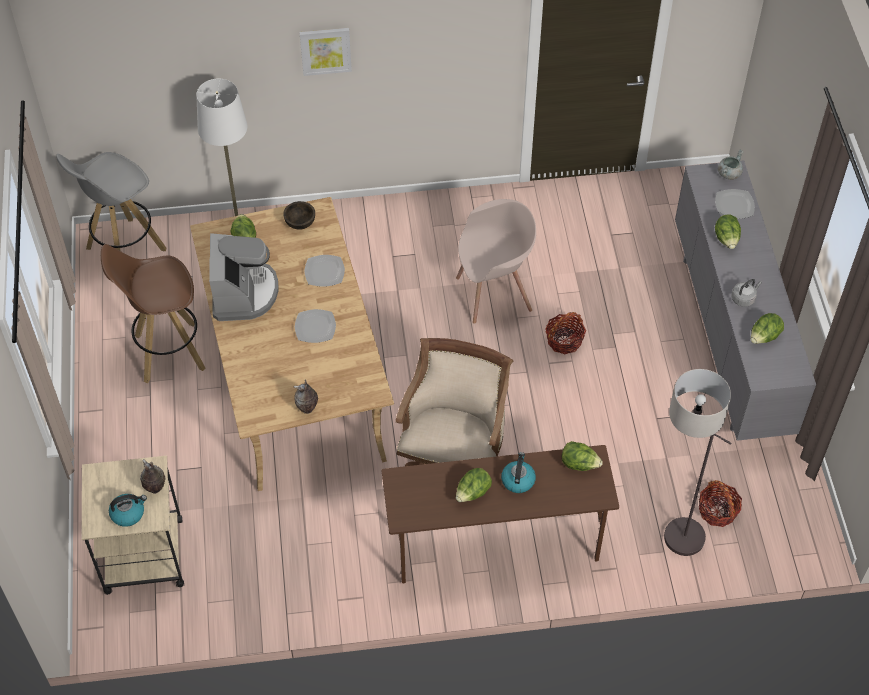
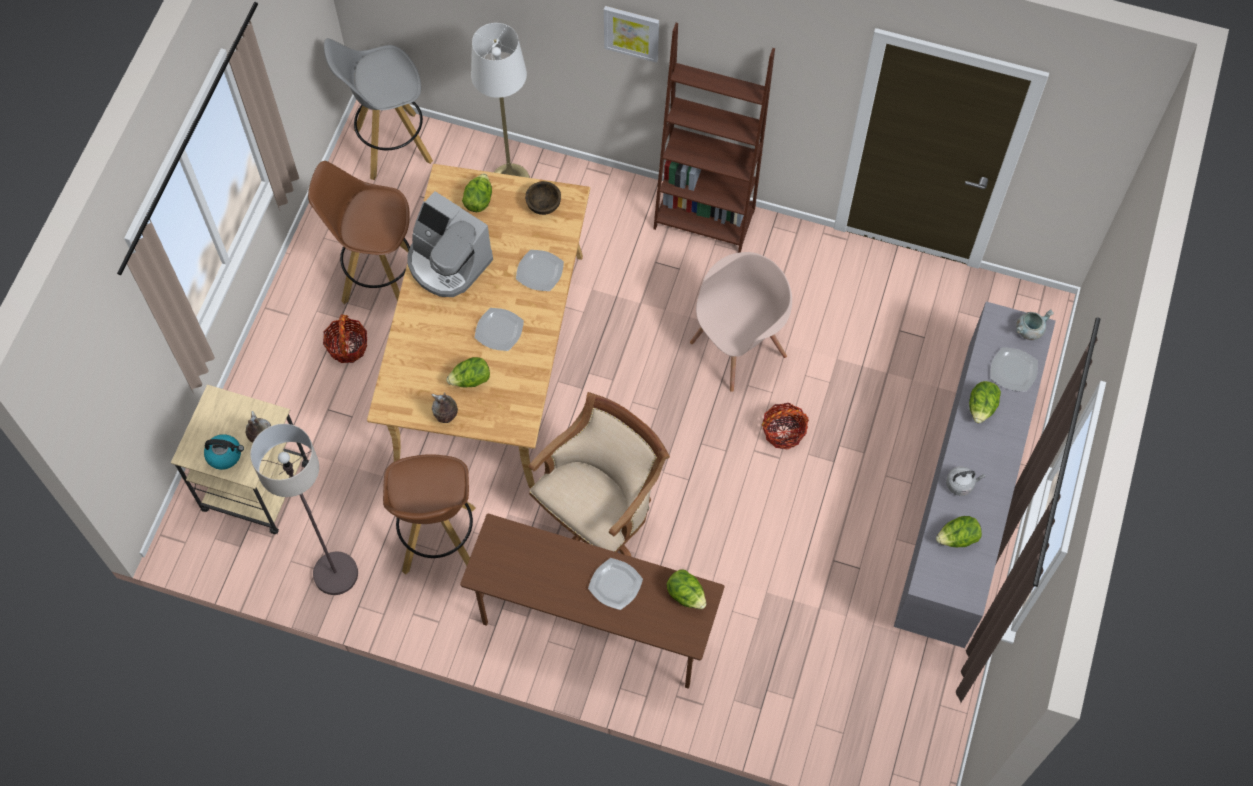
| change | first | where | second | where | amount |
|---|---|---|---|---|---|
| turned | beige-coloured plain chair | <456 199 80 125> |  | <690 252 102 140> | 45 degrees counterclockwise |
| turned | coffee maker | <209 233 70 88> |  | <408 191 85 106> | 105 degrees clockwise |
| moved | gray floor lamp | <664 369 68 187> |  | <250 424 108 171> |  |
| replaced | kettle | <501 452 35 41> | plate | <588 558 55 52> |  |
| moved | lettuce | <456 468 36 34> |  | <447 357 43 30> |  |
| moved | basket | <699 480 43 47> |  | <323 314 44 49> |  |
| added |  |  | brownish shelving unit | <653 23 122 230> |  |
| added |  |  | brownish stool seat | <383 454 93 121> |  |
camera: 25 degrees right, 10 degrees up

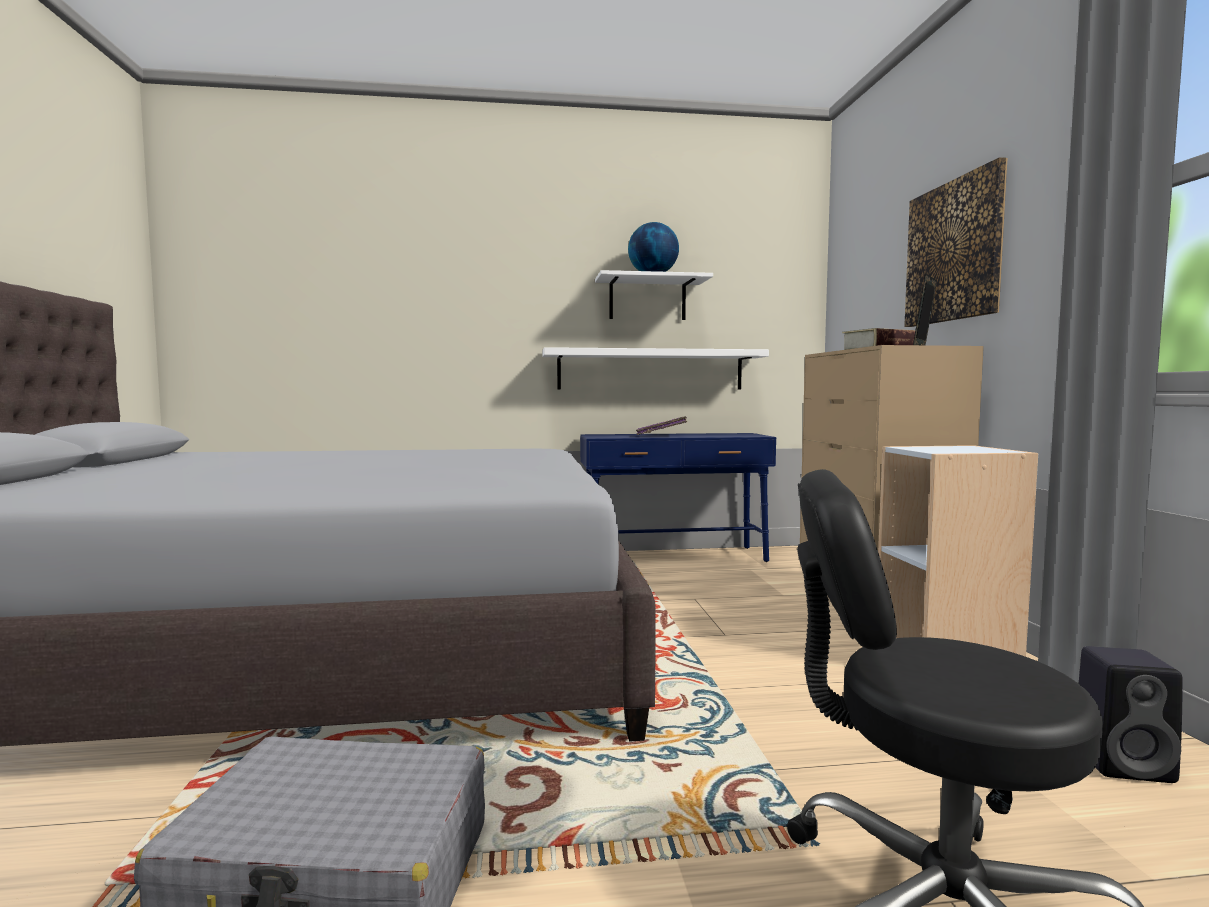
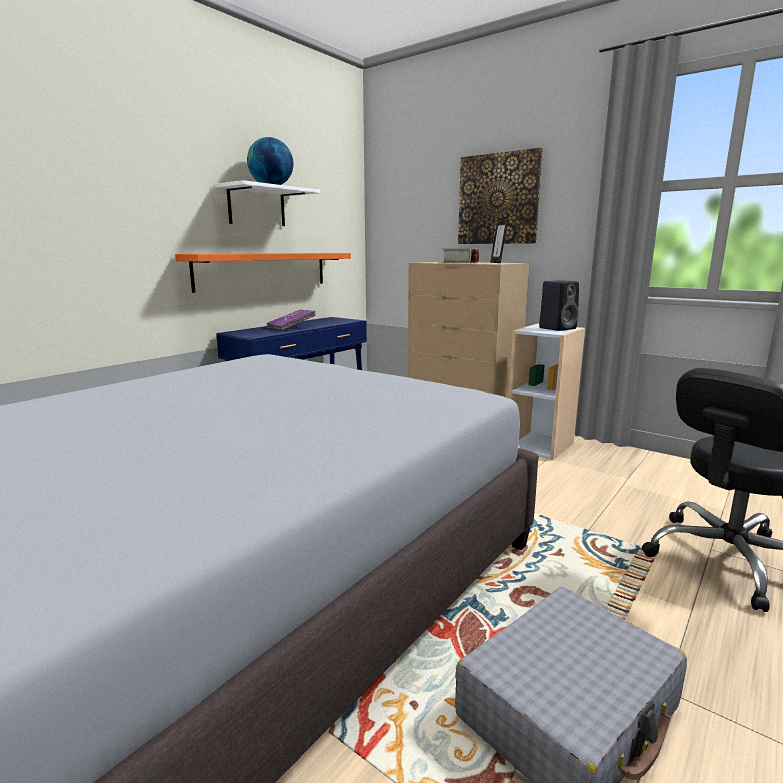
| change | first | where | second | where | amount |
|---|---|---|---|---|---|
| recoloured | whitish bracket shelf | <542 347 227 43> | orangey bracket shelf | <175 253 176 40> |  |
| moved | black audio speaker | <1079 646 104 137> |  | <539 280 40 51> |  |
camera: 45 degrees left, 10 degrees up

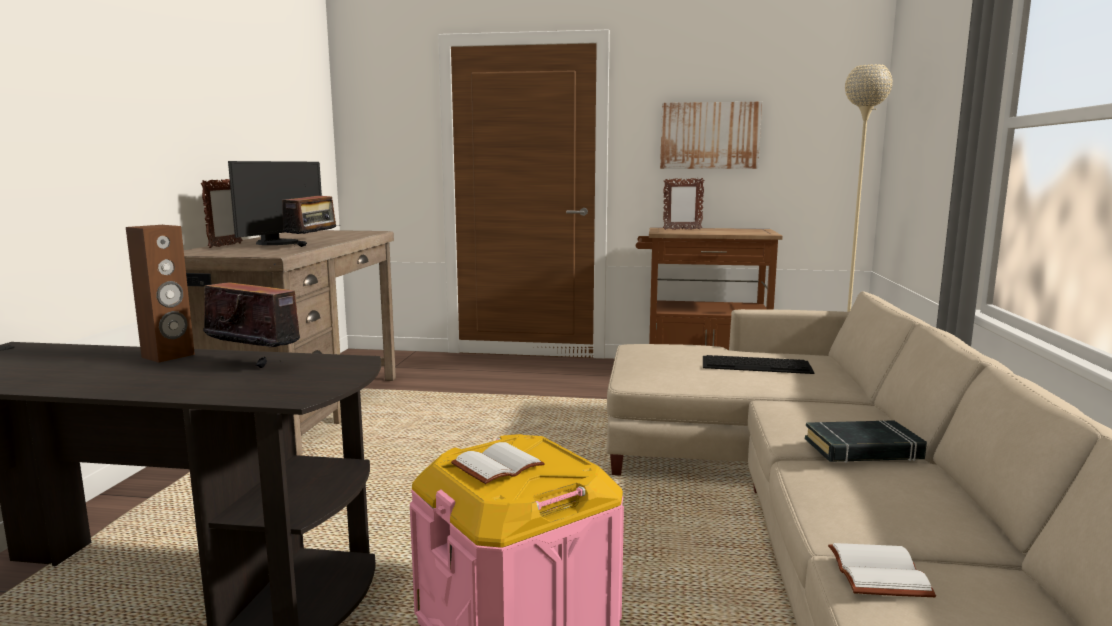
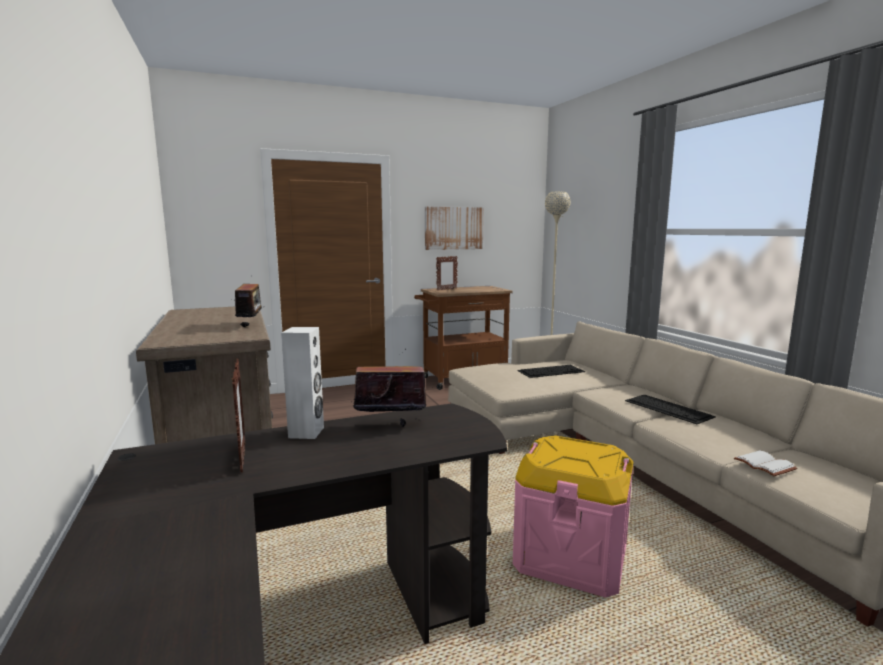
| change | first | where | second | where | amount |
|---|---|---|---|---|---|
| removed | computer screen | <228 161 94 84> |  |  |  |
| moved | standing frame | <201 179 41 69> |  | <232 359 14 113> |  |
| recoloured | brownish audio speaker | <126 225 69 138> | whitish audio speaker | <281 327 43 112> |  |
| replaced | black volume | <805 420 122 43> | keyboard | <625 395 91 29> |  |
| removed | whitish volume | <451 442 94 42> |  |  |  |
camera: 30 degrees left, 0 degrees up

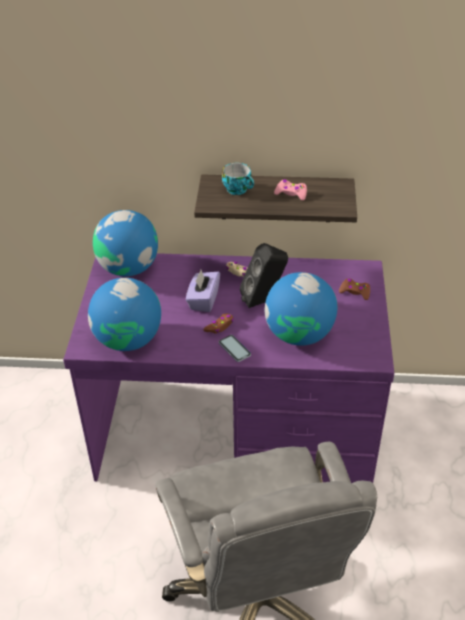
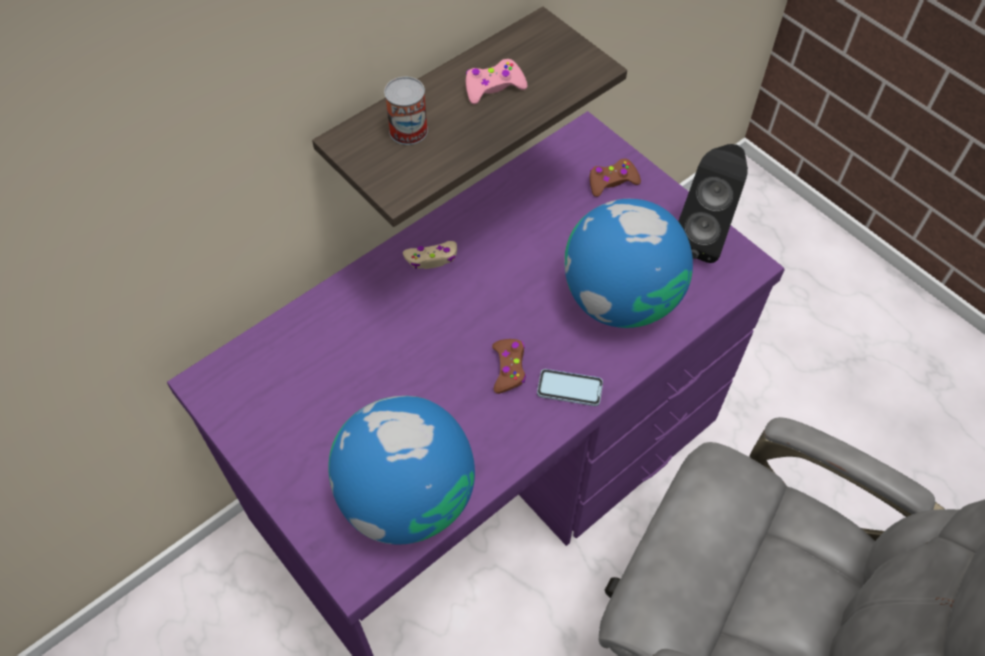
| change | first | where | second | where | amount |
|---|---|---|---|---|---|
| replaced | small cup | <222 163 32 32> | sealed can | <384 77 44 68> |  |
| removed | globe | <93 210 65 66> |  |  |  |
| moved | black audio speaker | <240 243 48 65> |  | <678 144 70 119> |  |
| removed | purple tissue holder | <186 270 34 42> |  |  |  |
camera: 45 degrees left, 15 degrees up

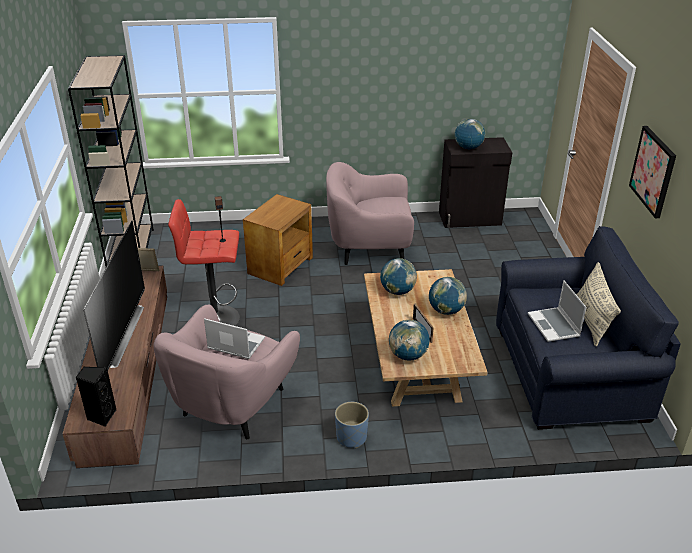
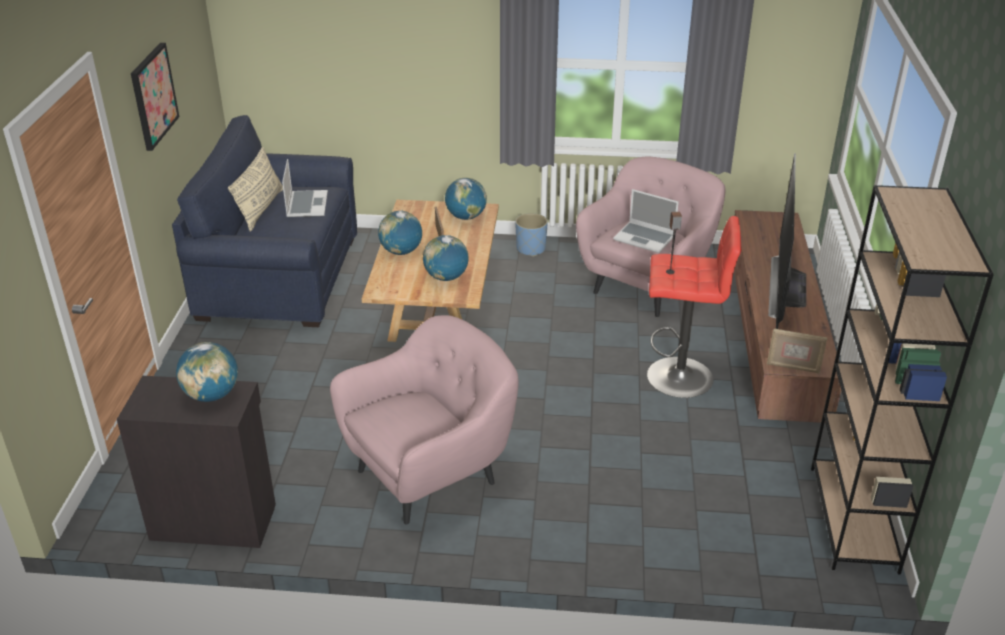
| change | first | where | second | where | amount |
|---|---|---|---|---|---|
| turned | pinkish easy chair | <326 162 88 103> |  | <330 315 189 210> | 45 degrees counterclockwise |
| removed | brownish side table | <243 194 70 92> |  |  |  |
| removed | black audio speaker | <76 367 41 60> |  |  |  |
camera: 170 degrees left, 0 degrees up

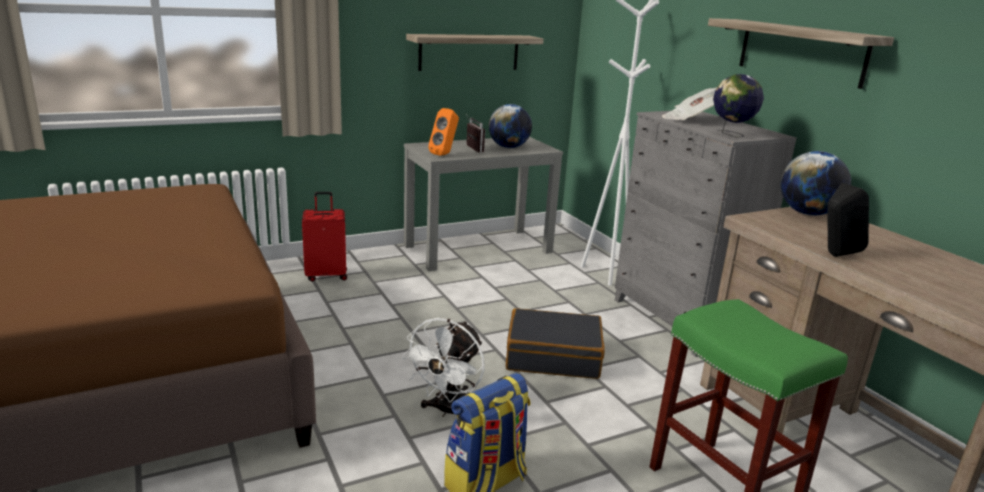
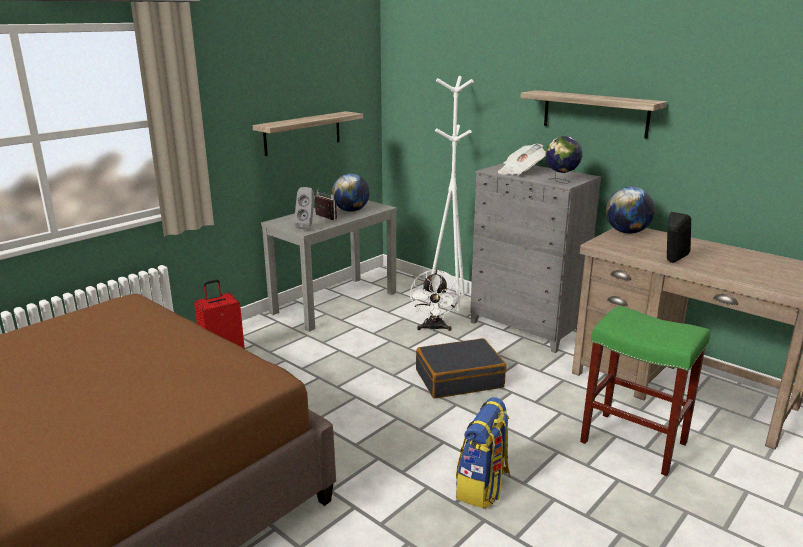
| change | first | where | second | where | amount |
|---|---|---|---|---|---|
| recoloured | orangey audio speaker | <428 108 31 48> | gray audio speaker | <294 187 21 42> |  |
| moved | whitish cooling fan | <401 318 84 99> |  | <410 270 50 62> |  |
camera: 20 degrees left, 0 degrees up

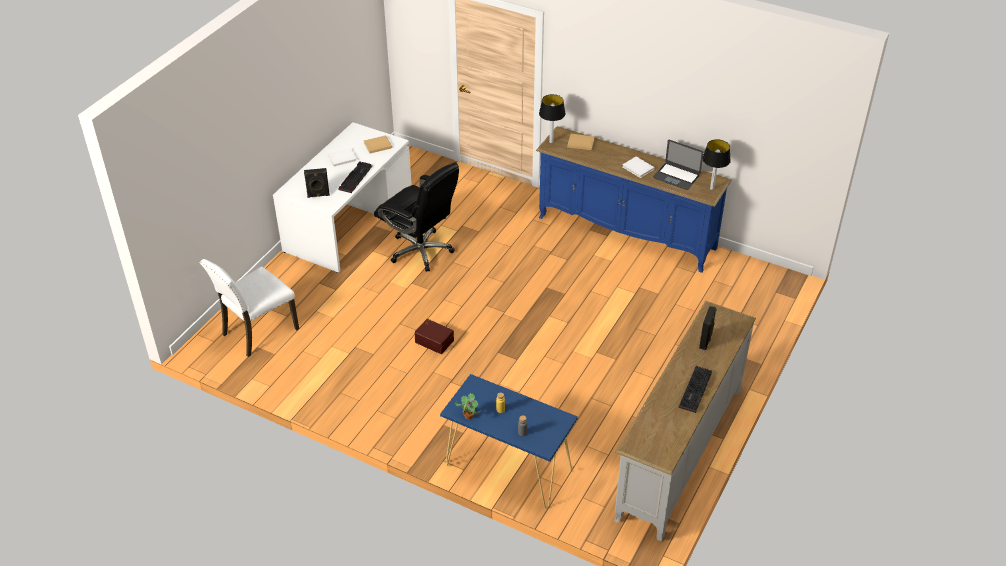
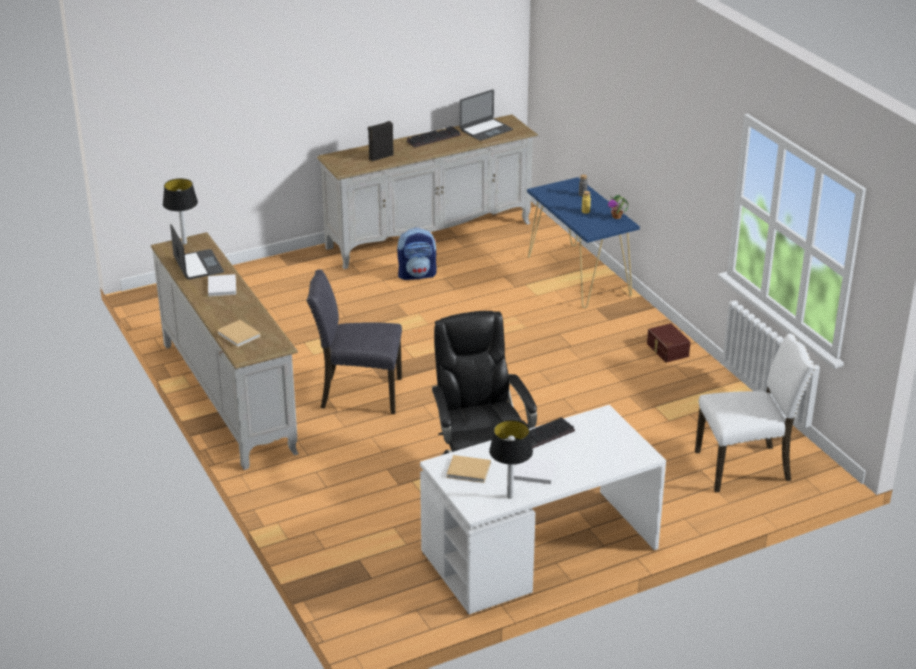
| change | first | where | second | where | amount |
|---|---|---|---|---|---|
| moved | lamp for a table | <539 94 27 49> |  | <489 420 44 79> |  |
| recoloured | blue cabinet | <536 127 196 146> | gray cabinet | <151 232 148 238> |  |
| removed | black audio speaker | <304 168 26 30> |  |  |  |
| moved | brownish storage box | <414 319 40 35> |  | <647 323 44 40> |  |
| added |  |  | notebook computer | <460 89 53 52> |  |
| added |  |  | knapsack | <397 228 40 52> |  |
| added |  |  | gray plain chair | <306 269 96 145> |  |
camera: 145 degrees left, 10 degrees down

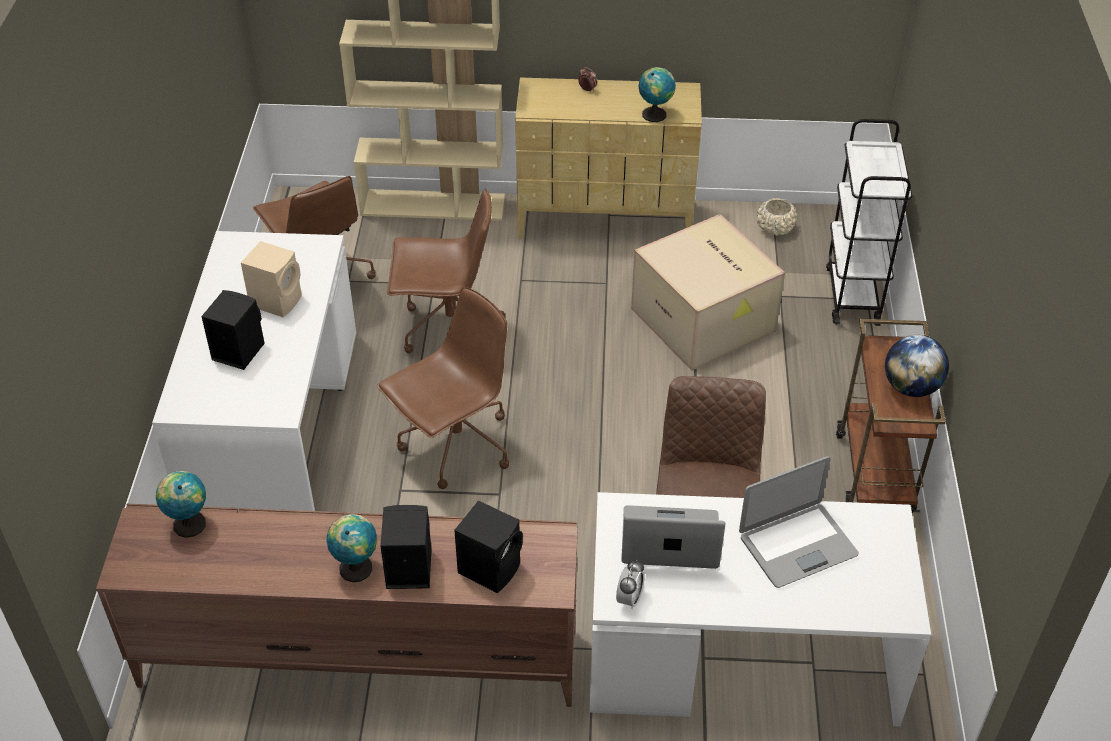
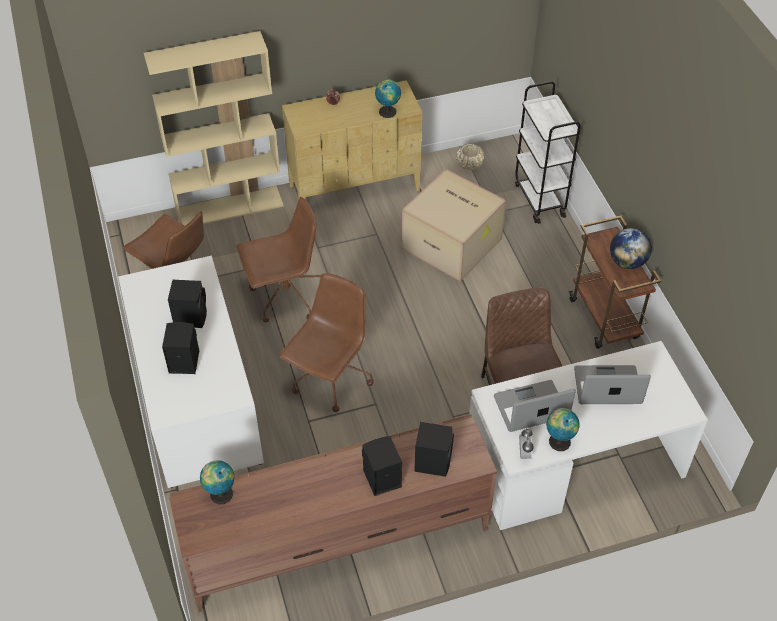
| change | first | where | second | where | amount |
|---|---|---|---|---|---|
| recoloured | beige-coloured audio speaker | <241 241 61 76> | black audio speaker | <168 280 39 48> |  |
| turned | notebook computer | <739 456 120 132> |  | <574 365 77 39> | 135 degrees counterclockwise |
| moved | globe | <327 514 50 68> |  | <546 408 34 43> |  |
camera: 20 degrees left, 5 degrees up

